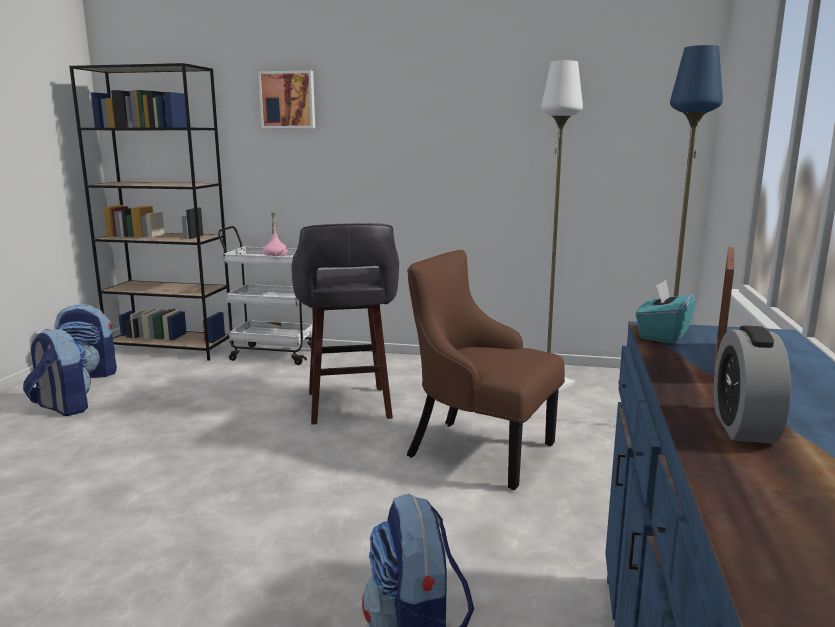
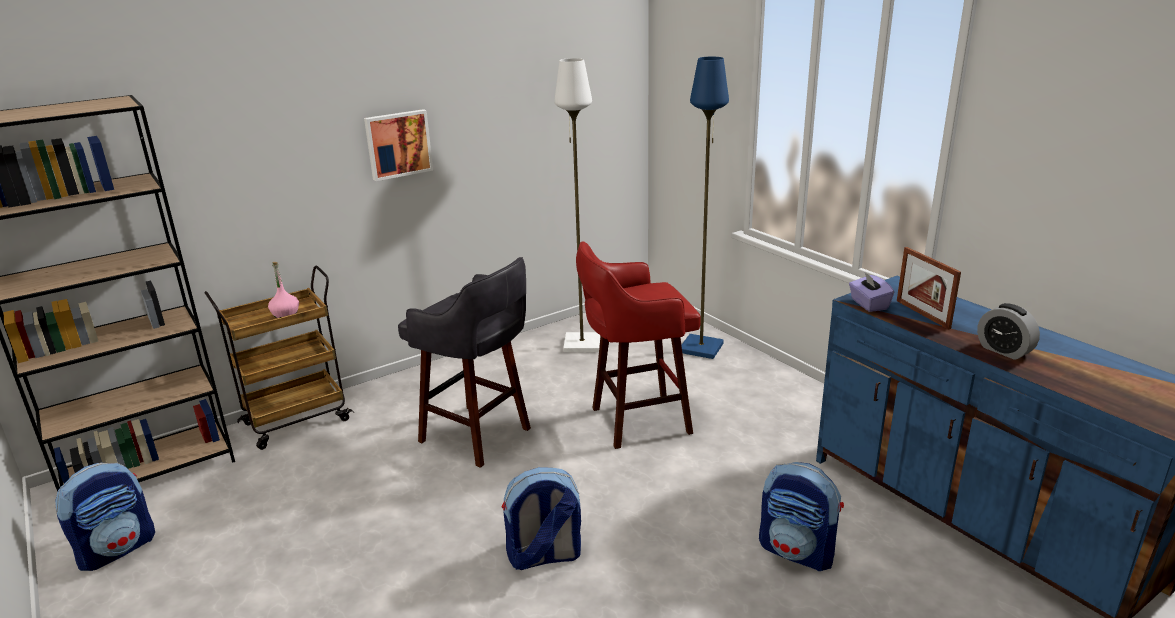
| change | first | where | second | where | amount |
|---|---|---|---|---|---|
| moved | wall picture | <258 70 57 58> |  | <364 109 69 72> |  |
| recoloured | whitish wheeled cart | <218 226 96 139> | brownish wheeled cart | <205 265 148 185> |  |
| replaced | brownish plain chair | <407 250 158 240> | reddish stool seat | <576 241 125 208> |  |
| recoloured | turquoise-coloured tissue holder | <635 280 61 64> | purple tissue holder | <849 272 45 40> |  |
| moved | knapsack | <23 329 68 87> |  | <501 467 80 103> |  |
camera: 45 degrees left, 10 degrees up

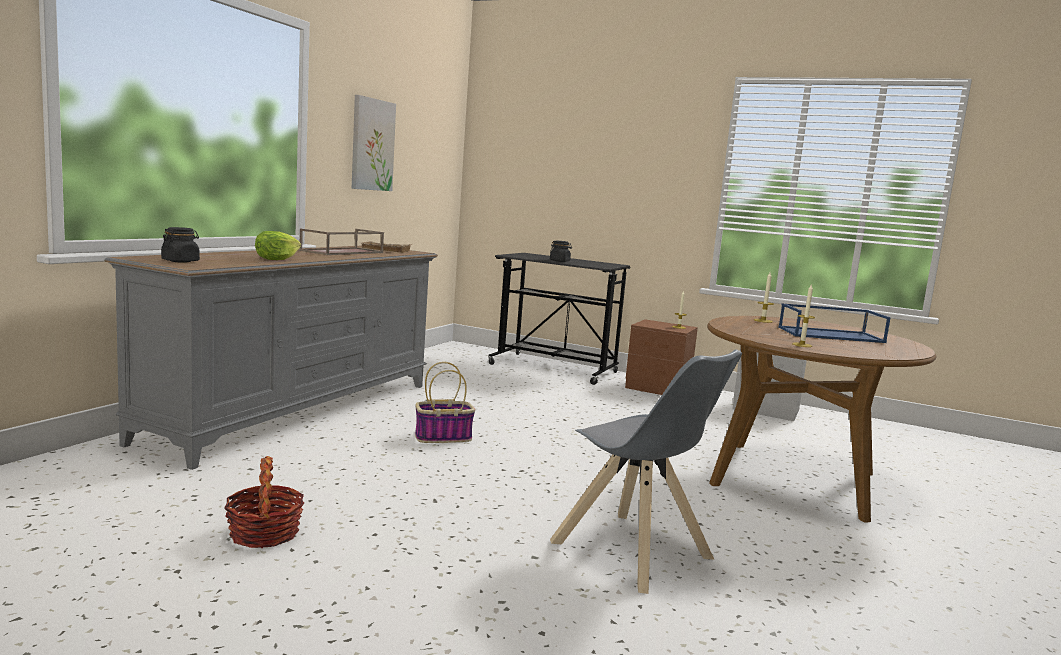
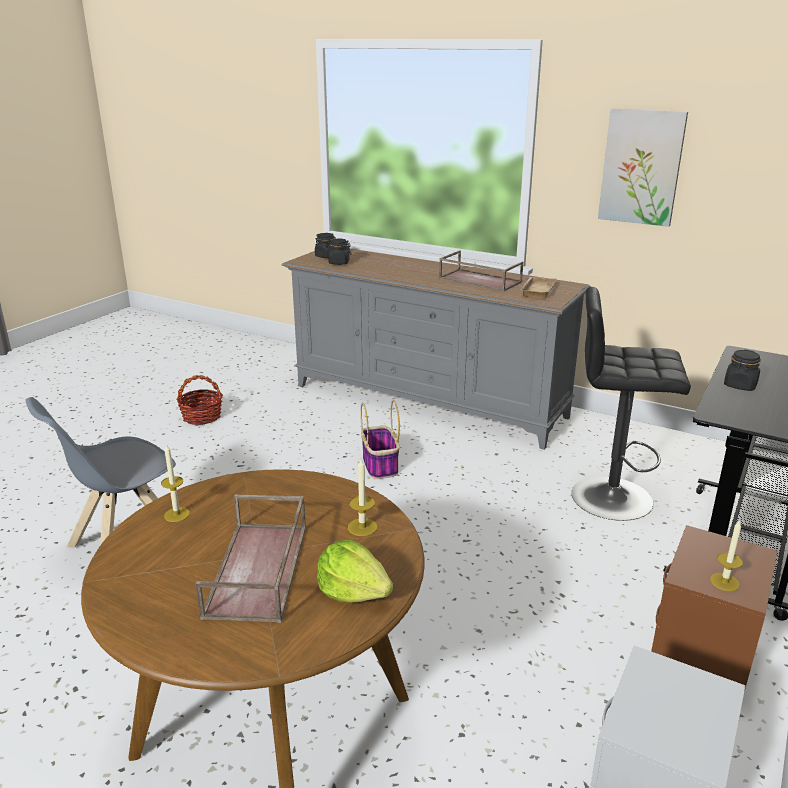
| change | first | where | second | where | amount |
|---|---|---|---|---|---|
| moved | lettuce | <255 231 46 29> |  | <317 540 76 63> |  |
| recoloured | blue carrying tray | <778 303 113 40> | brownish carrying tray | <196 495 110 128> |  |
| added |  |  | black storage jar | <326 239 26 26> |  |
| added |  |  | black stool seat | <571 287 120 234> |  |
camera: 95 degrees right, 15 degrees up

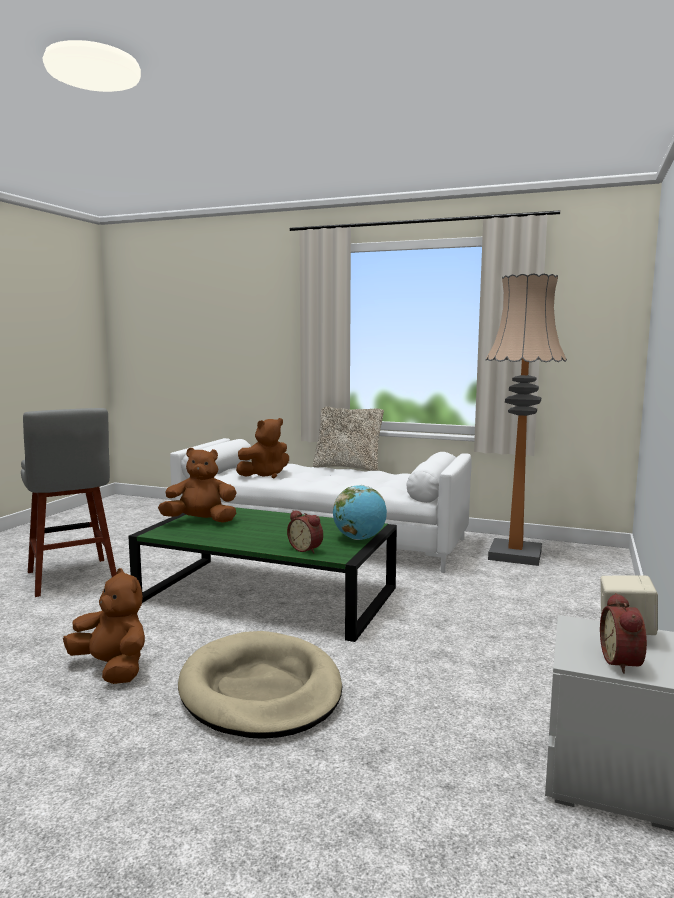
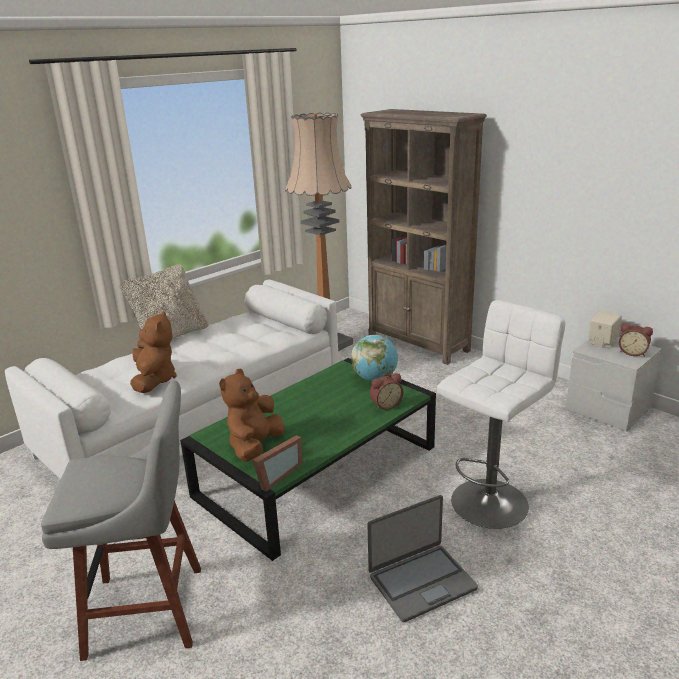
| change | first | where | second | where | amount |
|---|---|---|---|---|---|
| replaced | brownish plush toy | <63 568 82 116> | notebook computer | <367 495 111 127> |  |
| replaced | beige-coloured pet bed | <178 631 164 108> | whitish stool seat | <437 300 128 229> |  |
| added |  |  | brownish shelving unit | <360 109 127 256> |  |
| added |  |  | standing frame | <252 435 50 57> |  |
camera: 65 degrees left, 15 degrees up

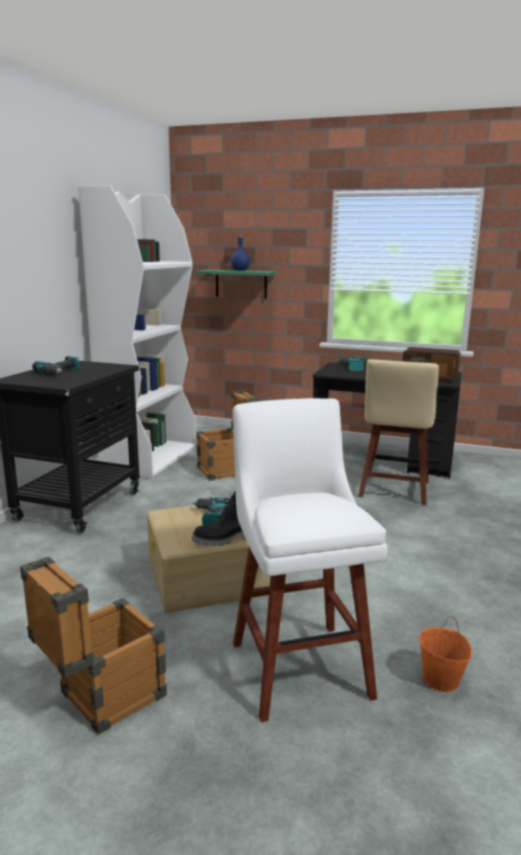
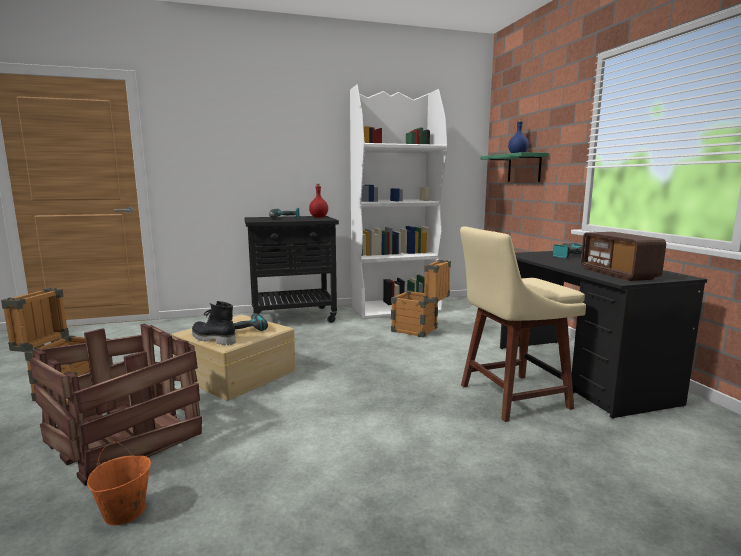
| change | first | where | second | where | amount |
|---|---|---|---|---|---|
| replaced | whitish stool seat | <233 398 155 324> | packing crate | <29 324 173 162> |  |
| added |  |  | reddish bottle | <309 184 19 34> |  |
camera: 55 degrees right, 5 degrees down

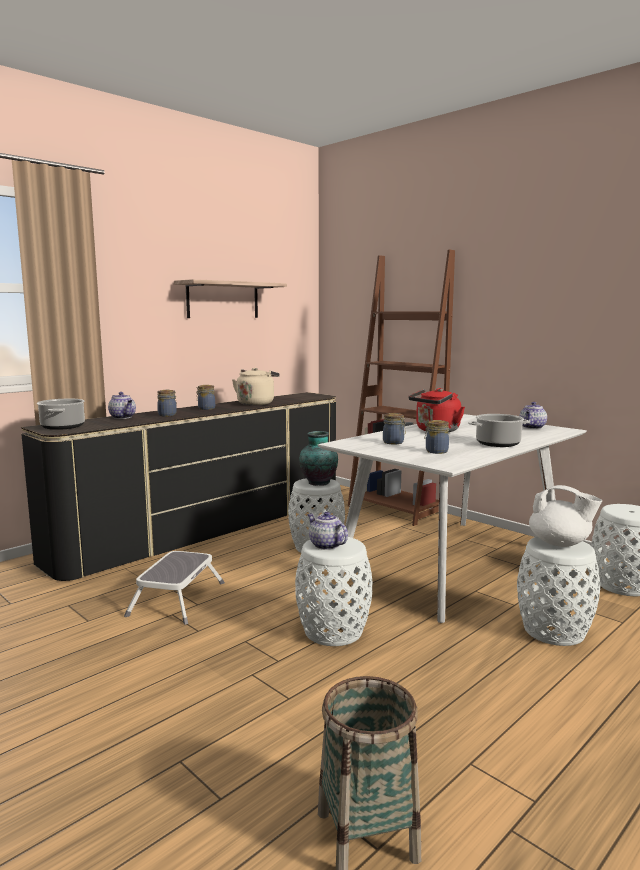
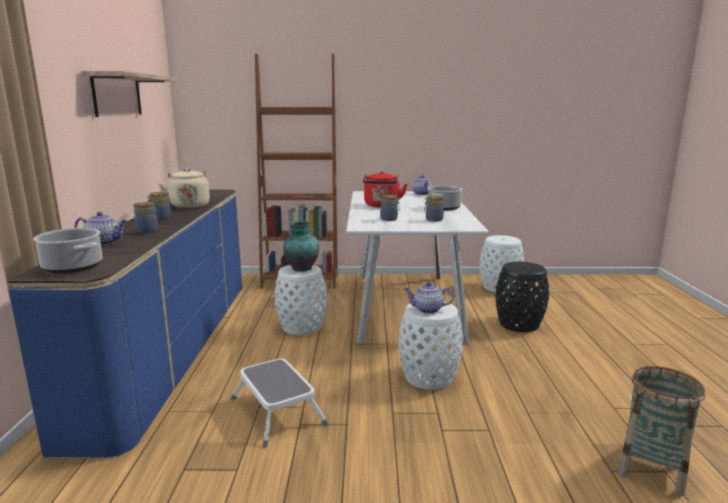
| change | first | where | second | where | amount |
|---|---|---|---|---|---|
| recoloured | black cabinet | <21 392 315 189> | blue cabinet | <7 189 235 269> |  |
| removed | whitish pot for tea | <529 485 73 62> |  |  |  |
| recoloured | whitish stool seat | <517 536 83 110> | black stool seat | <495 261 54 71> |  |
camera: 45 degrees left, 5 degrees up

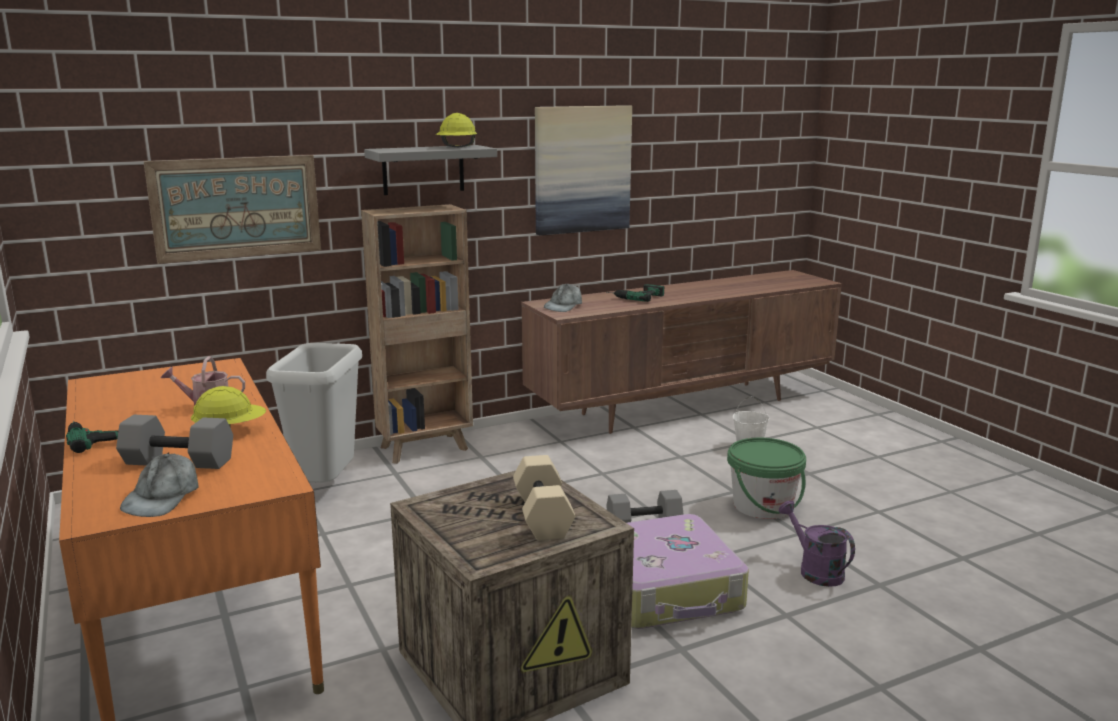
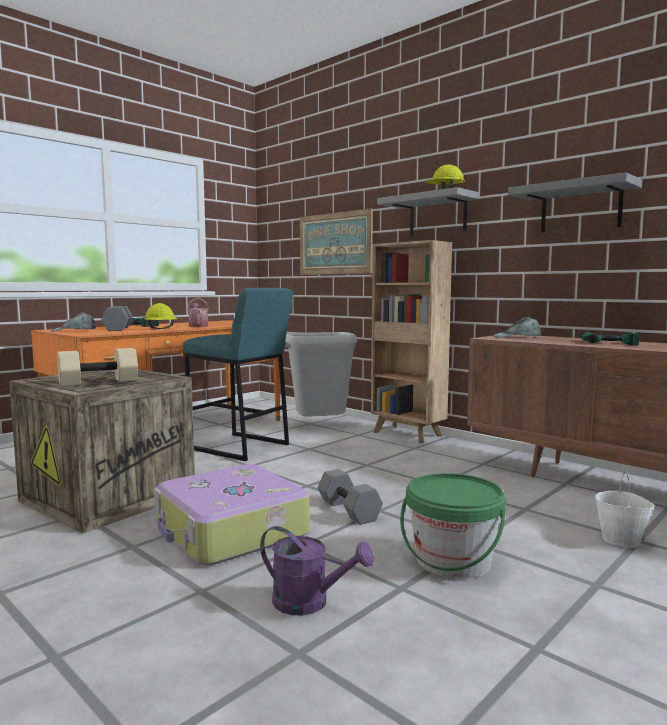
| change | first | where | second | where | amount |
|---|---|---|---|---|---|
| replaced | wall picture | <535 105 97 130> | gray bracket shelf | <508 172 134 61> |  |
| turned | purple watering pot | <779 500 76 87> |  | <260 526 114 89> | 75 degrees clockwise |
| added |  |  | turquoise-coloured stool seat | <183 288 110 173> |  |
camera: 70 degrees right, 10 degrees down

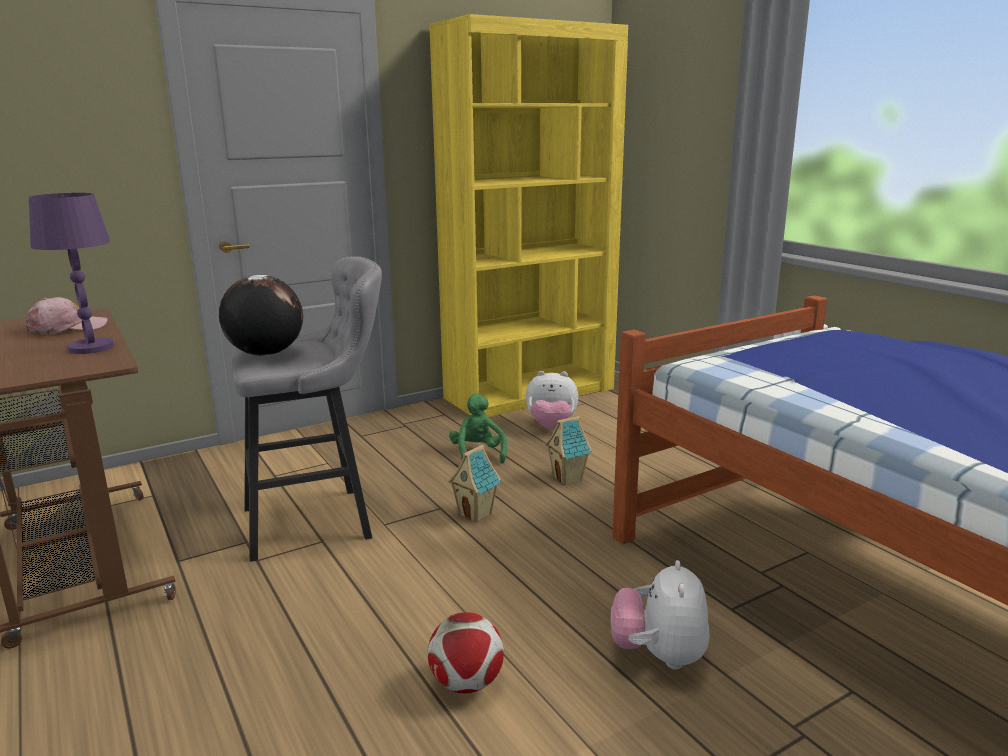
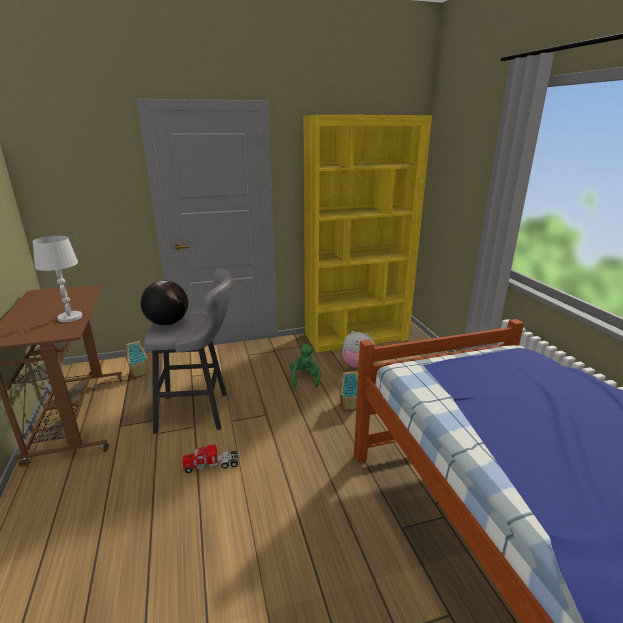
| change | first | where | second | where | amount |
|---|---|---|---|---|---|
| recoloured | purple lamp for a table | <29 193 85 161> | whitish lamp for a table | <33 236 49 86> |  |
| removed | pinkish cap | <26 297 82 37> |  |  |  |
| moved | model house | <448 445 53 77> |  | <124 341 24 36> |  |
| removed | plush toy | <611 560 99 109> |  |  |  |
| removed | football | <428 612 76 82> |  |  |  |
| added |  |  | toy lorry | <182 442 58 31> |  |
camera: 15 degrees right, 5 degrees up

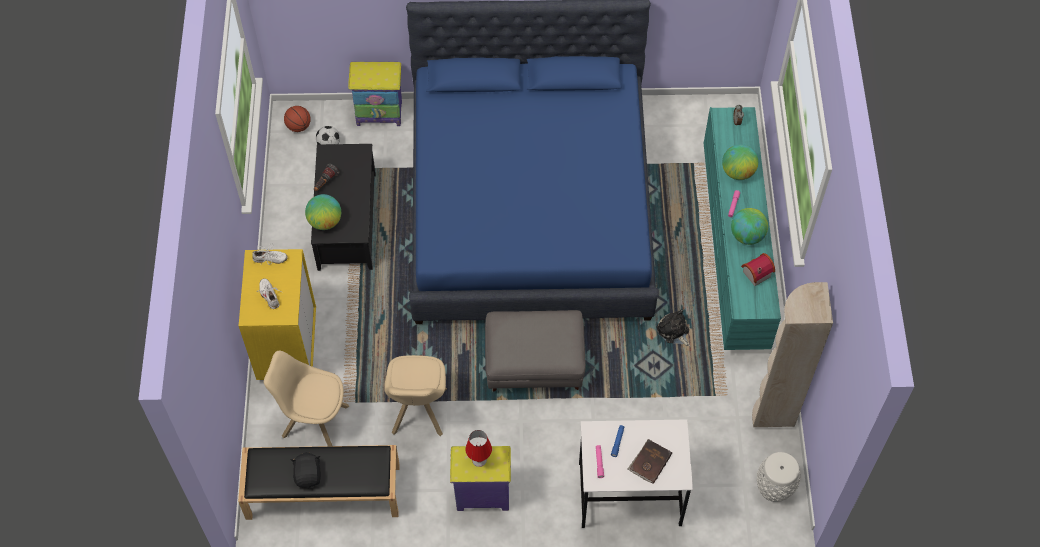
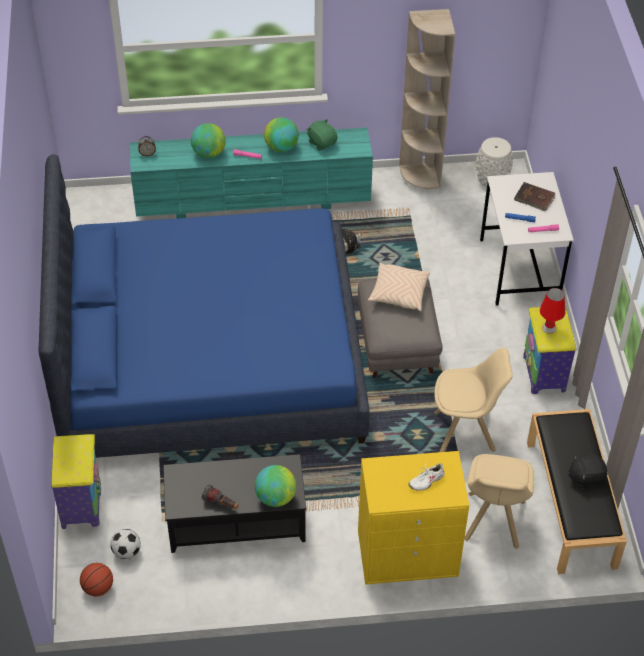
| change | first | where | second | where | amount |
|---|---|---|---|---|---|
| removed | whitish low shoe | <252 243 36 22> |  |  |  |
| replaced | model house | <741 253 34 33> | greenish plush toy | <307 119 30 32> |  |
| added |  |  | beige-coloured cushion | <368 263 62 48> |  |
camera: 95 degrees left, 10 degrees down

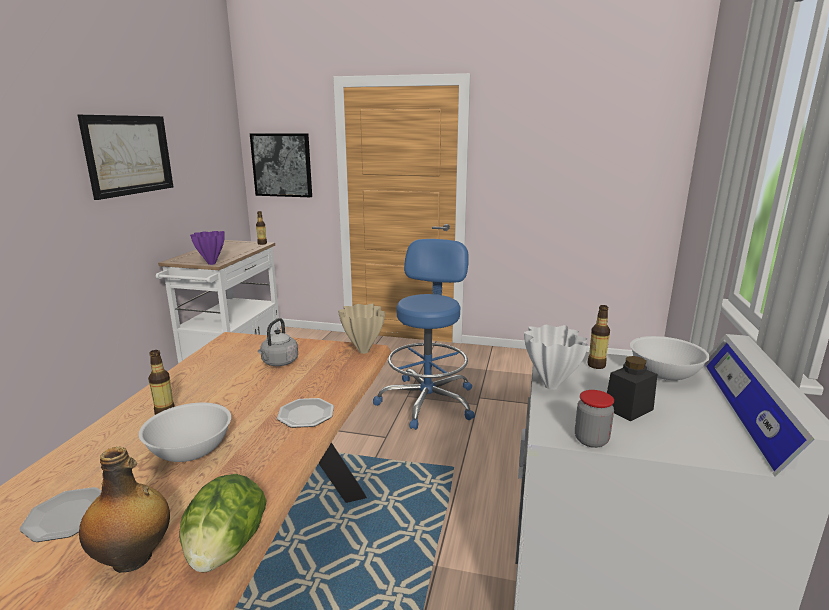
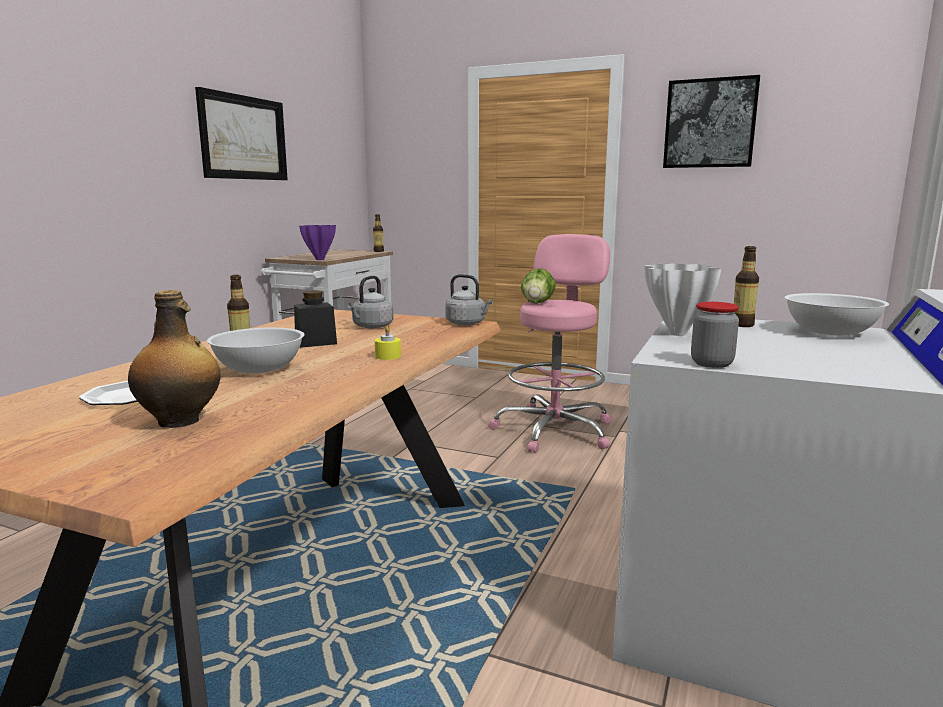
| change | first | where | second | where | amount |
|---|---|---|---|---|---|
| moved | wall picture | <250 133 62 64> |  | <663 75 97 93> |  |
| recoloured | blue stool seat | <373 239 102 191> | pinkish stool seat | <488 234 124 219> |  |
| replaced | beige-coloured decorative vase | <338 304 47 50> | gray kettle | <445 274 48 51> |  |
| moved | black storage jar | <607 356 51 65> |  | <294 291 43 57> |  |
| replaced | plate | <277 398 57 30> | yellowish wax candle | <375 326 26 34> |  |
| moved | lettuce | <179 474 88 98> |  | <521 268 35 36> |  |
camera: 10 degrees right, 5 degrees down

